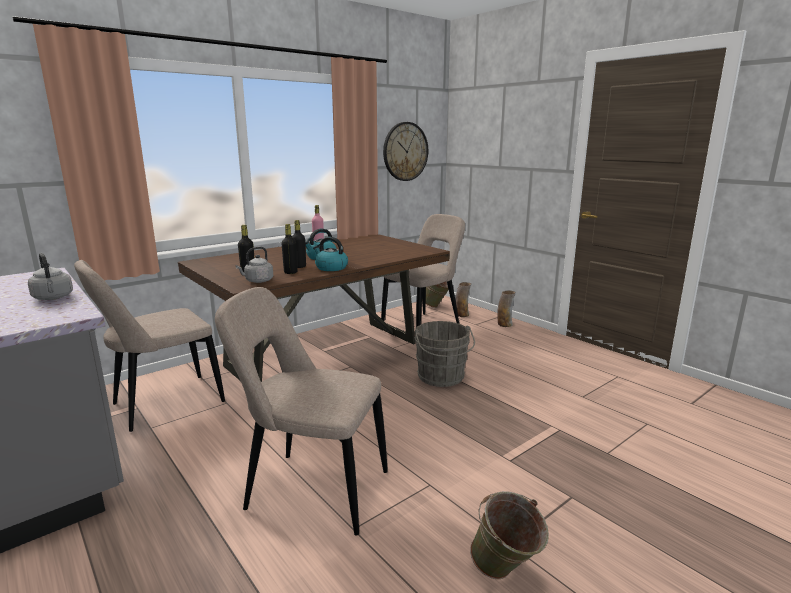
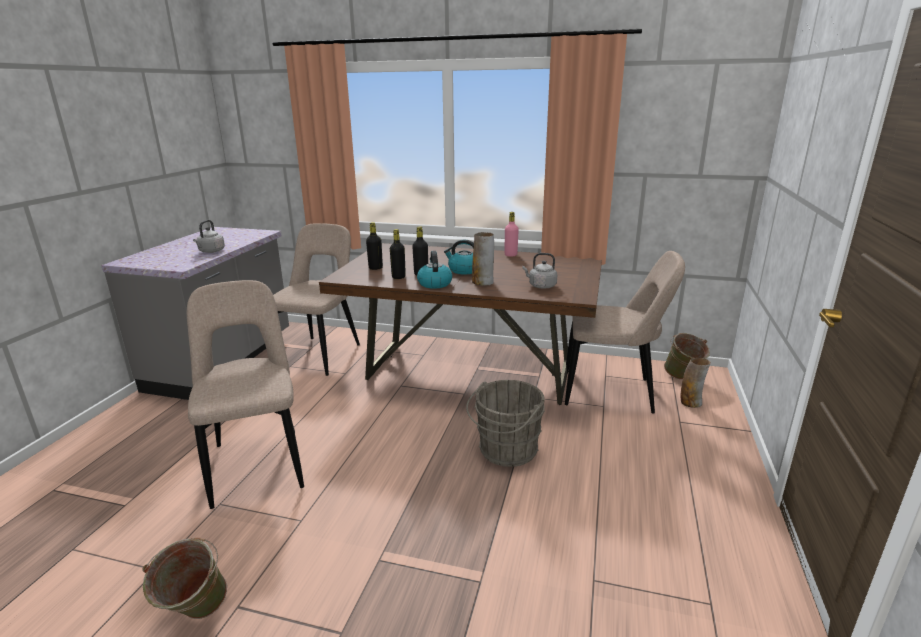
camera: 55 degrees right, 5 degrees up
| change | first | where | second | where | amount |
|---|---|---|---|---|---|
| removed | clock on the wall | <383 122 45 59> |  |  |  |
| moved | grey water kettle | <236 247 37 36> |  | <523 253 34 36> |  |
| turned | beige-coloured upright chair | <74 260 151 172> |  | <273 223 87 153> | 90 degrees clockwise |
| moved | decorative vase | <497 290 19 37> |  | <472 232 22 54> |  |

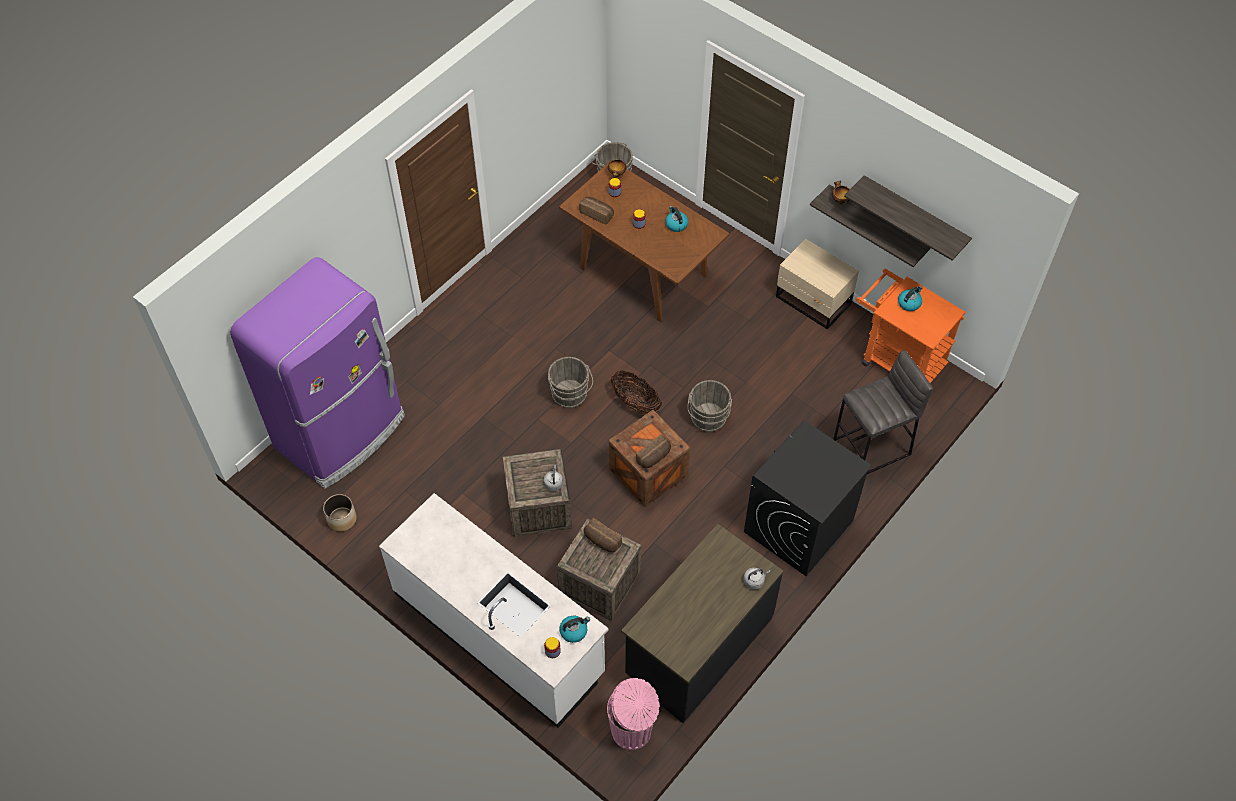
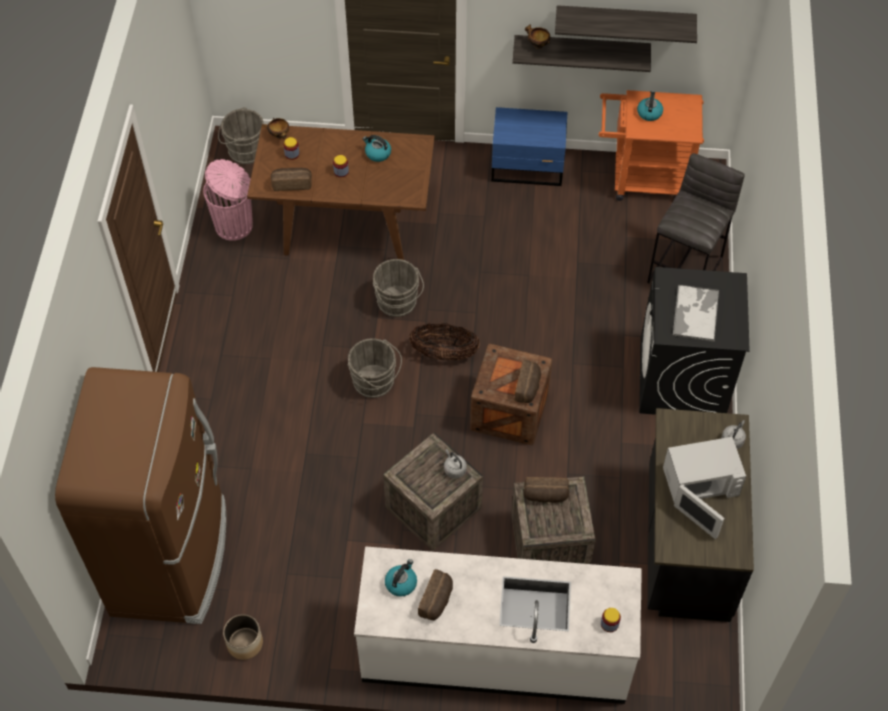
camera: 35 degrees left, 0 degrees up
| change | first | where | second | where | amount |
|---|---|---|---|---|---|
| recoloured | beige-coloured nightstand | <776 239 83 91> | blue nightstand | <491 107 77 79> |  |
| recoloured | purplish refrigerator | <230 257 175 232> | brownish refrigerator | <55 367 171 257> |  |
| moved | grey pail | <687 380 45 52> |  | <372 259 52 58> |  |
| moved | water kettle | <559 616 31 27> |  | <385 559 32 38> |  |
| moved | pink rubbish bin | <607 678 53 72> |  | <203 159 50 82> |  |
| added |  |  | carrying tray | <673 285 46 57> |  |
| added |  |  | whitish microwave | <663 437 83 103> |  |
| added |  |  | baked bread | <418 569 35 52> |  |

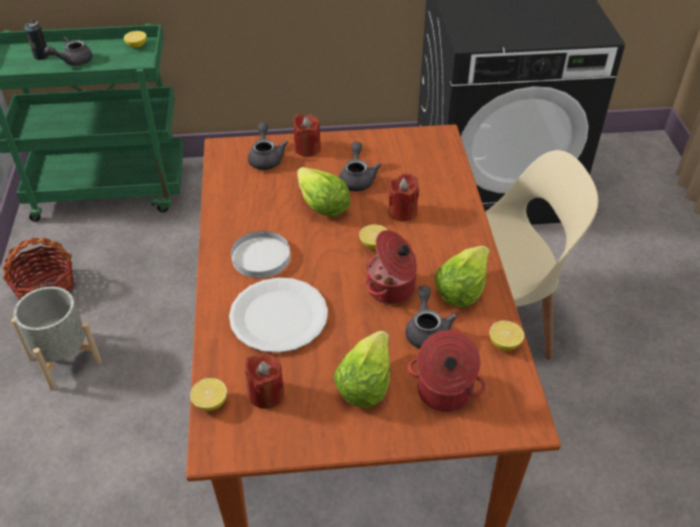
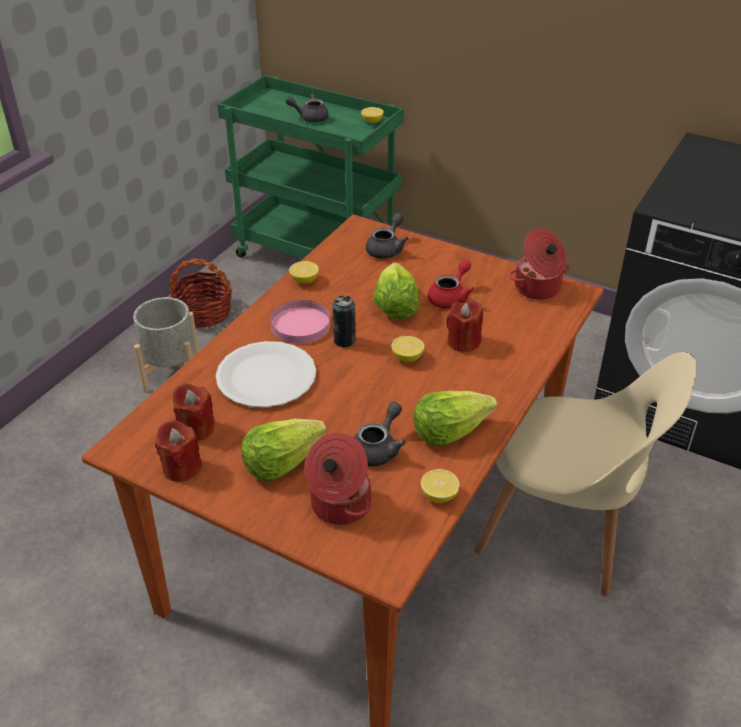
camera: 35 degrees right, 5 degrees down
| change | first | where | second | where | amount |
|---|---|---|---|---|---|
| moved | metal can | <25 20 24 40> |  | <333 296 23 51> |  |
| moved | reddish candle | <292 114 29 43> |  | <155 420 47 62> |  |
| recoloured | grey tea pot | <339 142 42 49> | reddish tea pot | <428 260 46 49> |  |
| moved | stockpot | <366 230 51 74> |  | <509 228 62 72> |  |
| recoloured | whitish flat dish | <231 231 59 47> | pink flat dish | <270 300 60 44> |  |
| moved | lemon | <190 378 37 33> |  | <289 261 30 23> |  |

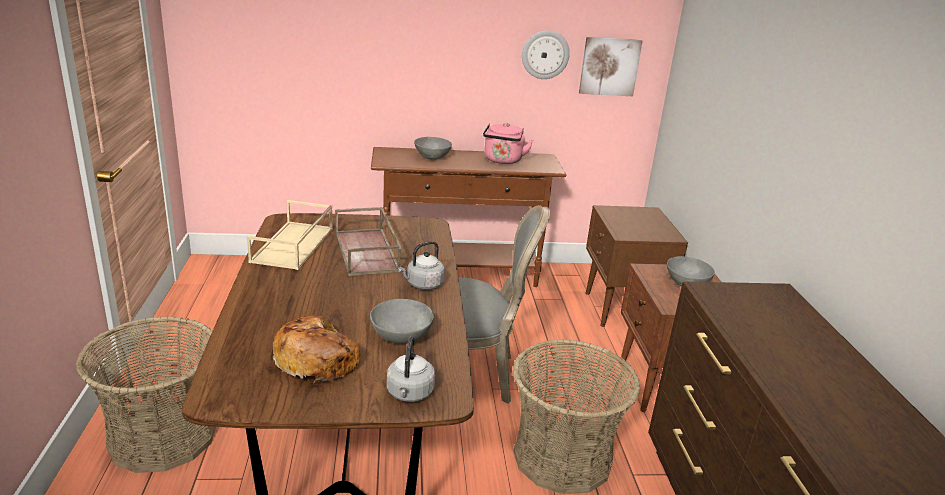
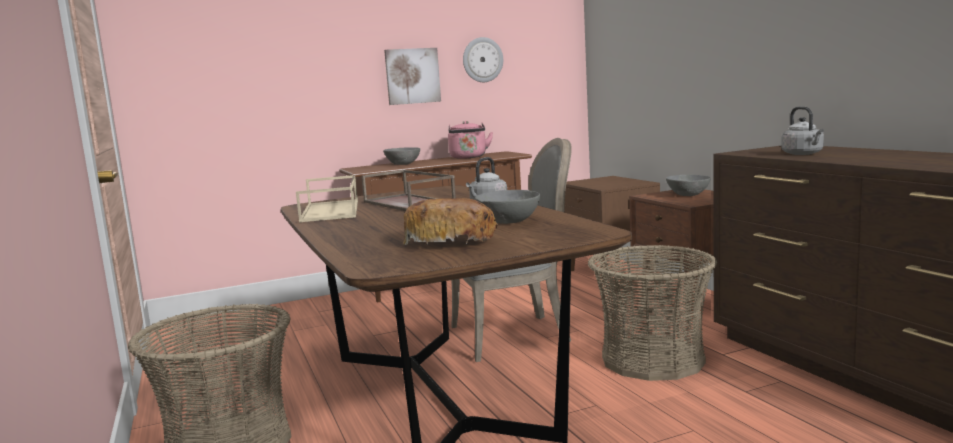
camera: 15 degrees left, 15 degrees down
| change | first | where | second | where | amount |
|---|---|---|---|---|---|
| moved | wall art | <579 36 64 60> |  | <384 48 57 57> |  |
| moved | grey water kettle | <387 337 48 65> |  | <781 106 43 49> |  |

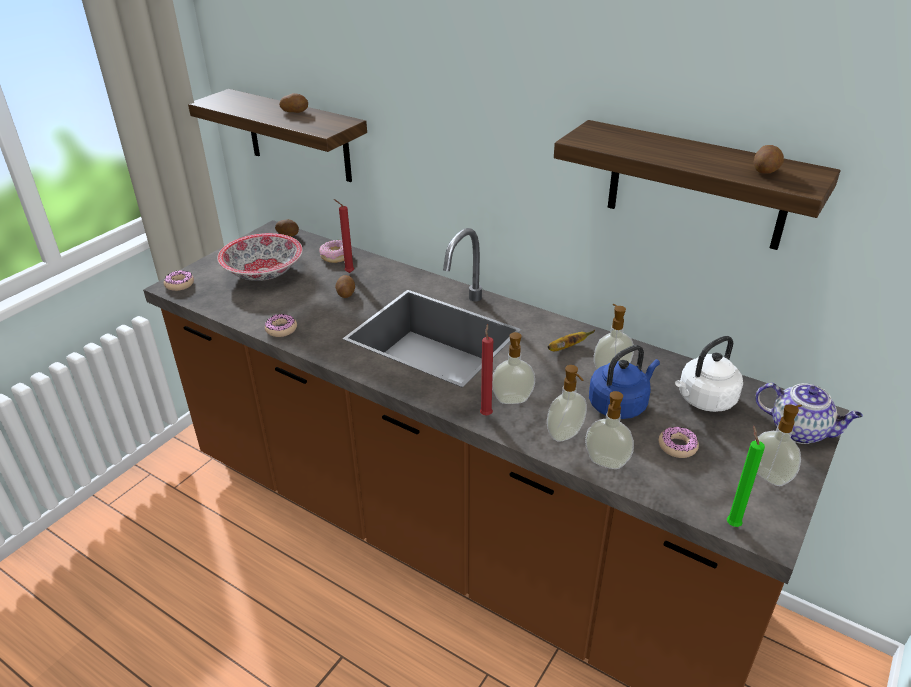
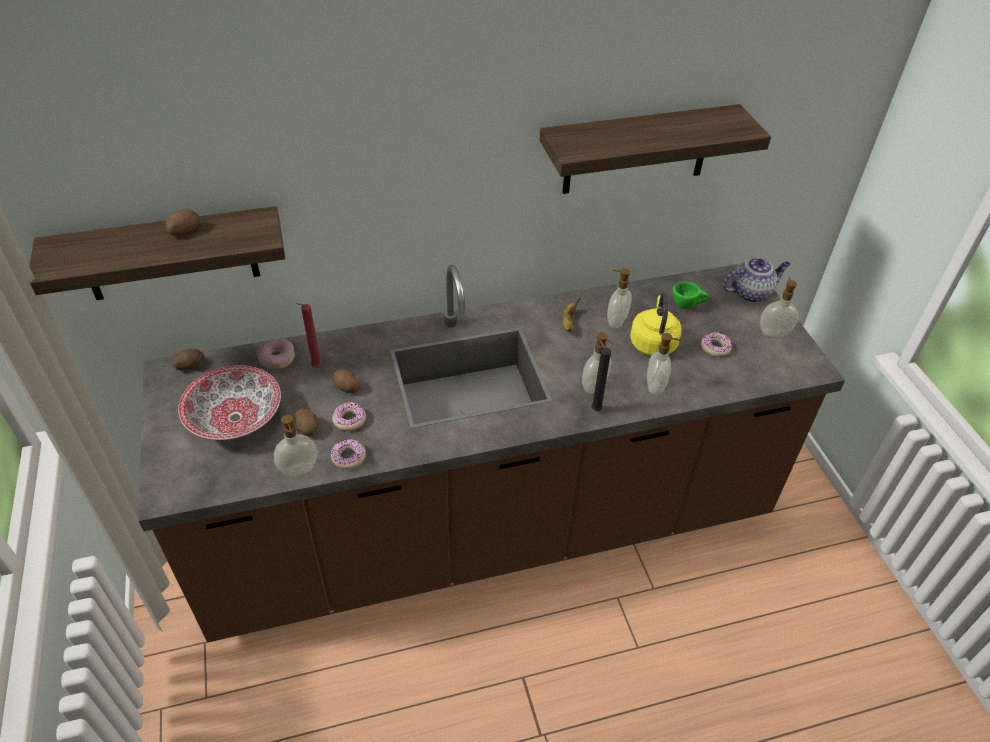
camera: 50 degrees left, 10 degrees up
| change | first | where | second | where | amount |
|---|---|---|---|---|---|
| moved | whole potato | <754 145 30 29> |  | <295 408 23 28> |  |
| moved | ring doughnut | <164 270 30 21> |  | <332 402 34 29> |  |
| recoloured | reddish candle | <480 324 13 91> | black-coloured candle | <591 339 20 72> |  |
| replaced | whitish water kettle | <675 336 68 76> | greenish drinking cup | <673 282 36 27> |  |
| recoloured | blue water kettle | <589 345 71 74> | yellowish water kettle | <630 292 52 64> |  |
| moved | liquid soap bottle | <585 391 49 78> |  | <274 415 43 62> |  |
| removed | greenish candle | <727 426 38 101> |  |  |  |

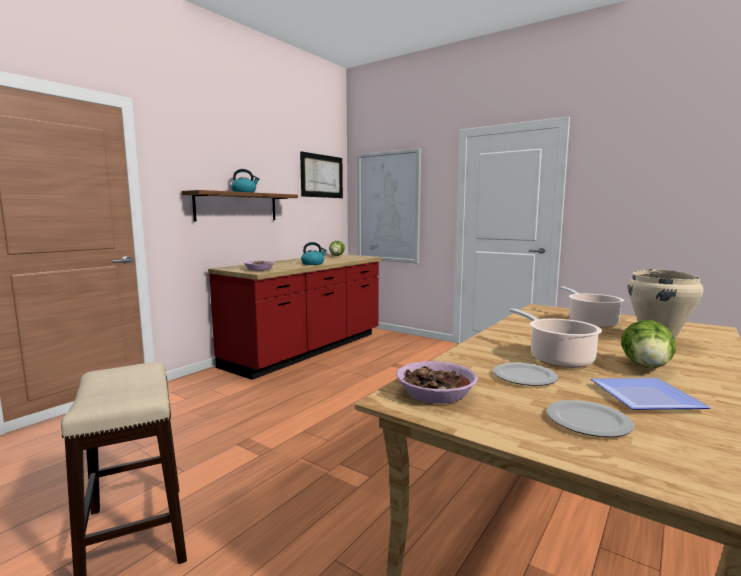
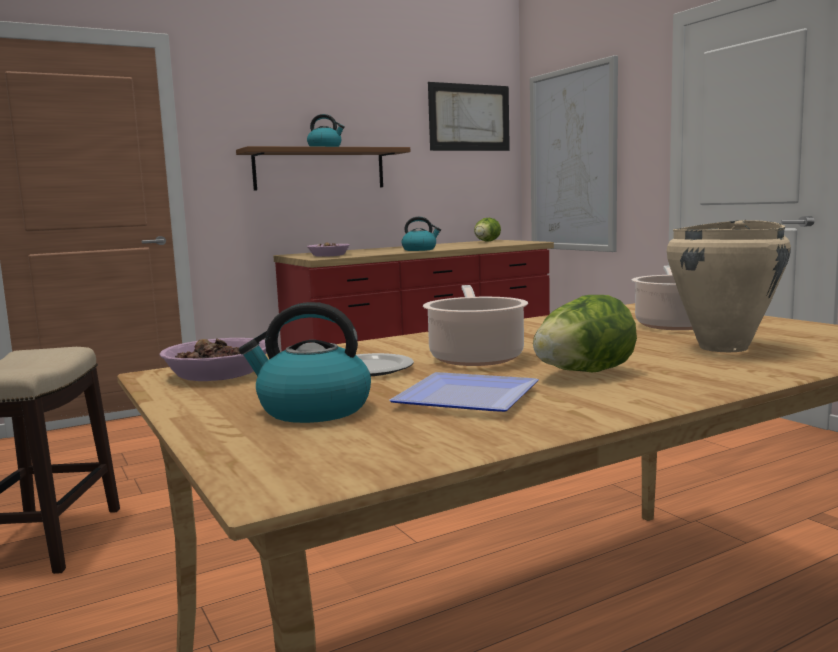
camera: 25 degrees right, 0 degrees up
| change | first | where | second | where | amount |
|---|---|---|---|---|---|
| replaced | flat dish | <547 400 87 37> | water kettle | <239 302 132 121> |  |

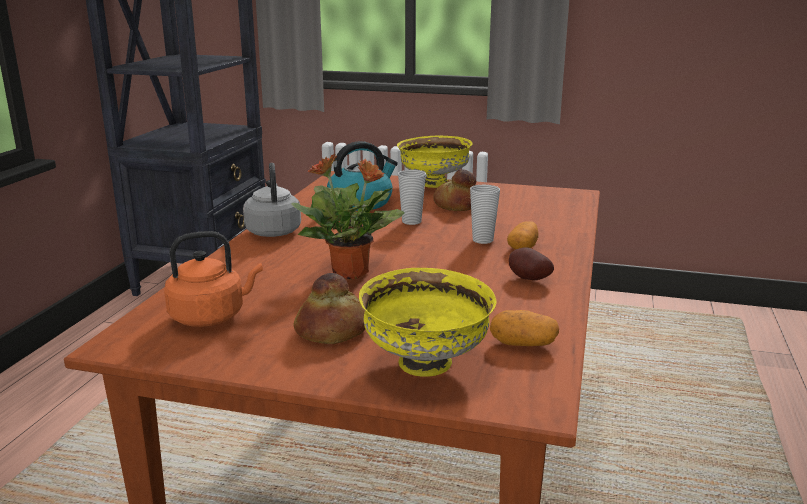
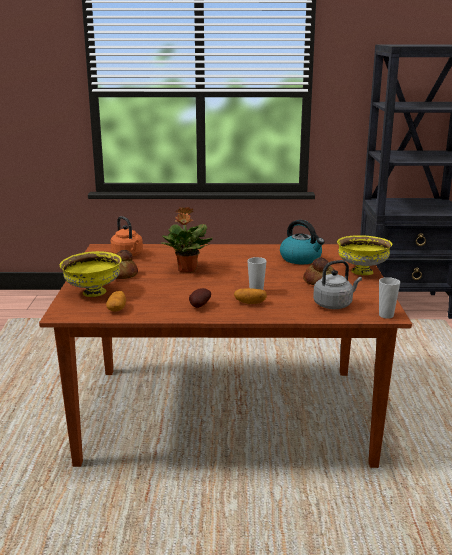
camera: 75 degrees right, 0 degrees up
| change | first | where | second | where | amount |
|---|---|---|---|---|---|
| moved | grey water kettle | <243 163 58 74> |  | <313 260 49 49> |  |
| moved | drinking cup | <398 170 28 55> |  | <379 277 21 42> |  |

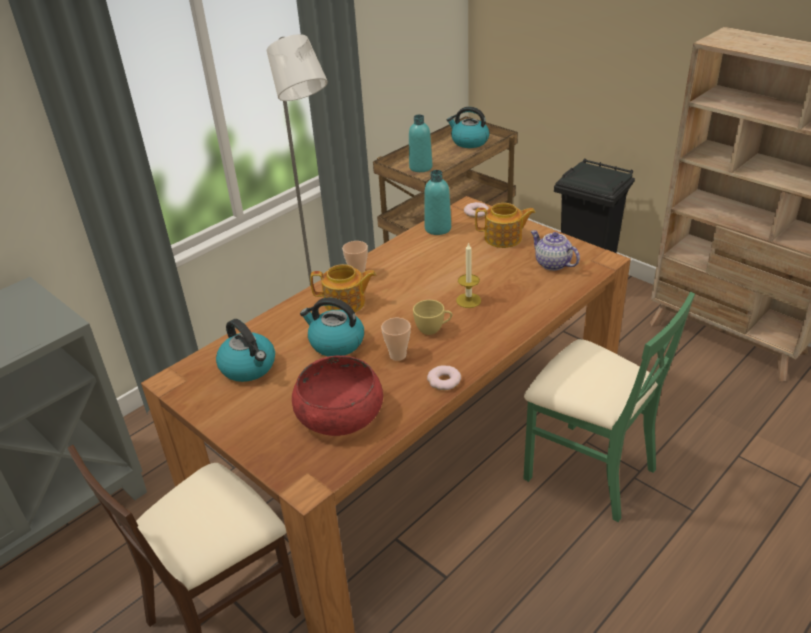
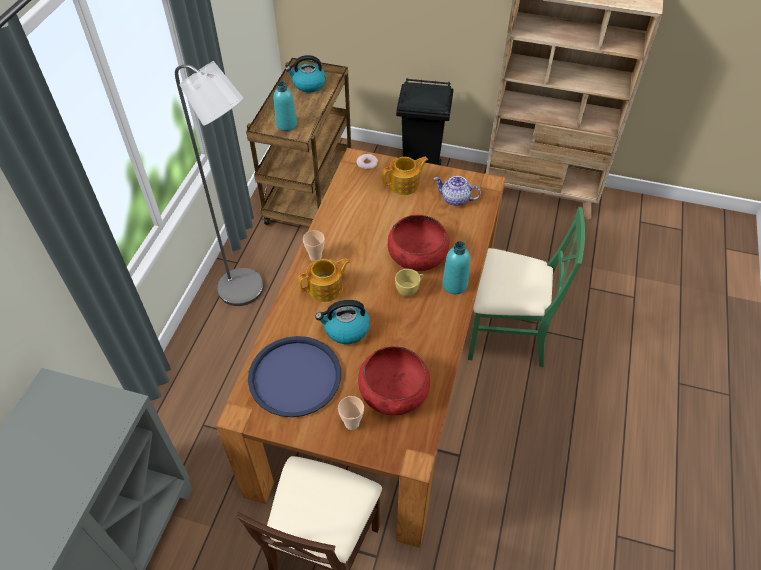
camera: 30 degrees left, 15 degrees up
| change | first | where | second | where | amount |
|---|---|---|---|---|---|
| moved | turquoise-coloured bottle | <424 170 27 65> |  | <442 241 28 53> |  |
| replaced | candle | <456 242 25 66> | reddish deep dish | <388 215 61 56> |  |
| moved | drinking cup | <381 318 30 43> |  | <338 396 26 34> |  |
| replaced | water kettle | <216 319 59 63> | blue carrying tray | <248 336 93 81> |  |
| removed | ring doughnut | <427 365 34 25> |  |  |  |

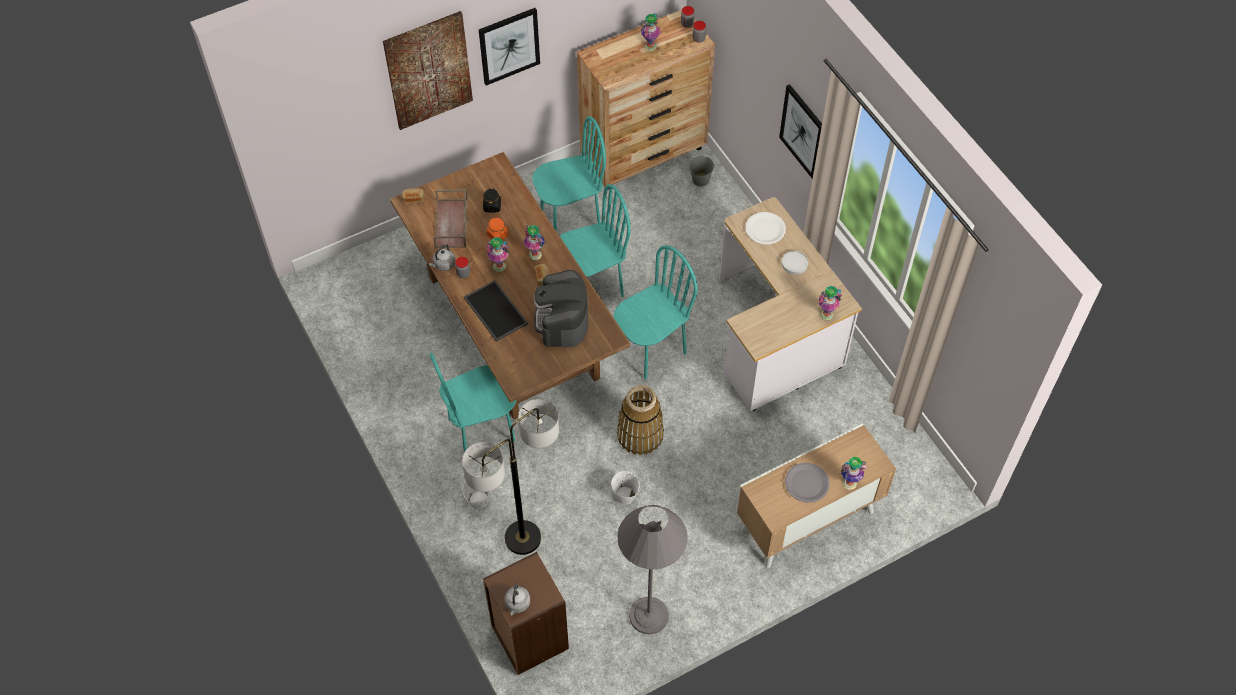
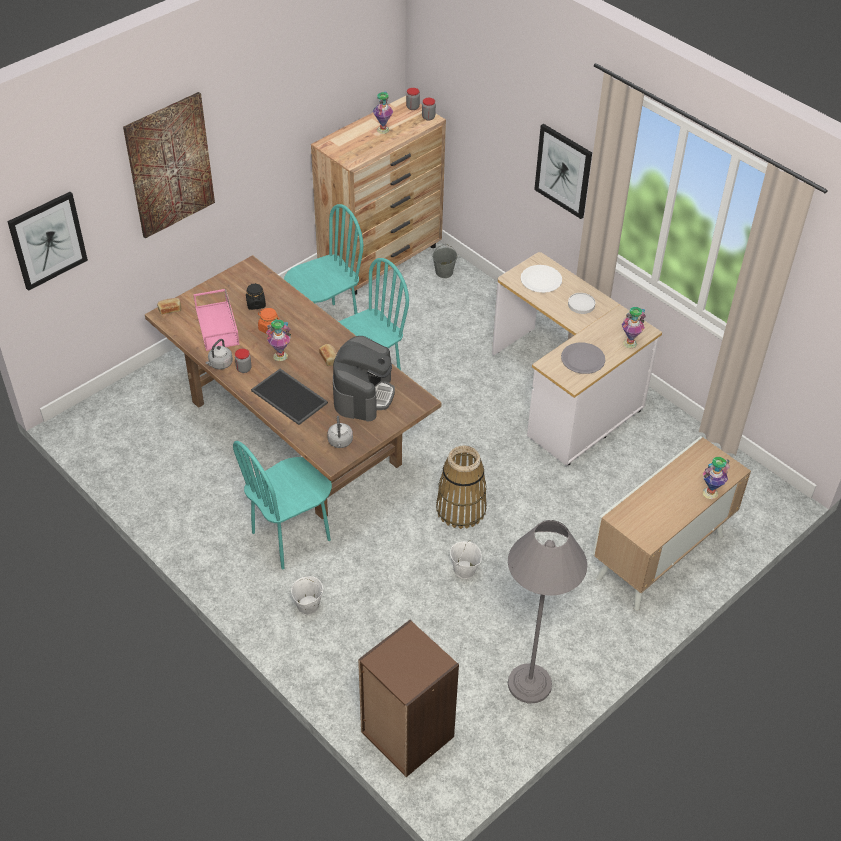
camera: 15 degrees left, 10 degrees down
| change | first | where | second | where | amount |
|---|---|---|---|---|---|
| moved | wall art | <479 8 61 78> |  | <7 192 81 99> |  |
| recoloured | brownish carrying tray | <433 189 35 59> | pink carrying tray | <193 289 47 62> |  |
| removed | decorative vase | <524 225 21 35> |  |  |  |
| removed | turquoise-coloured upright chair | <613 245 85 134> |  |  |  |
| turned | coffee maker | <534 270 54 77> |  | <333 336 62 85> | 150 degrees counterclockwise |
| removed | standard lamp | <462 399 97 156> |  |  |  |
| moved | grey flat dish | <785 463 45 40> |  | <561 342 44 32> |  |
| moved | grey water kettle | <505 583 25 32> |  | <327 416 26 32> |  |

